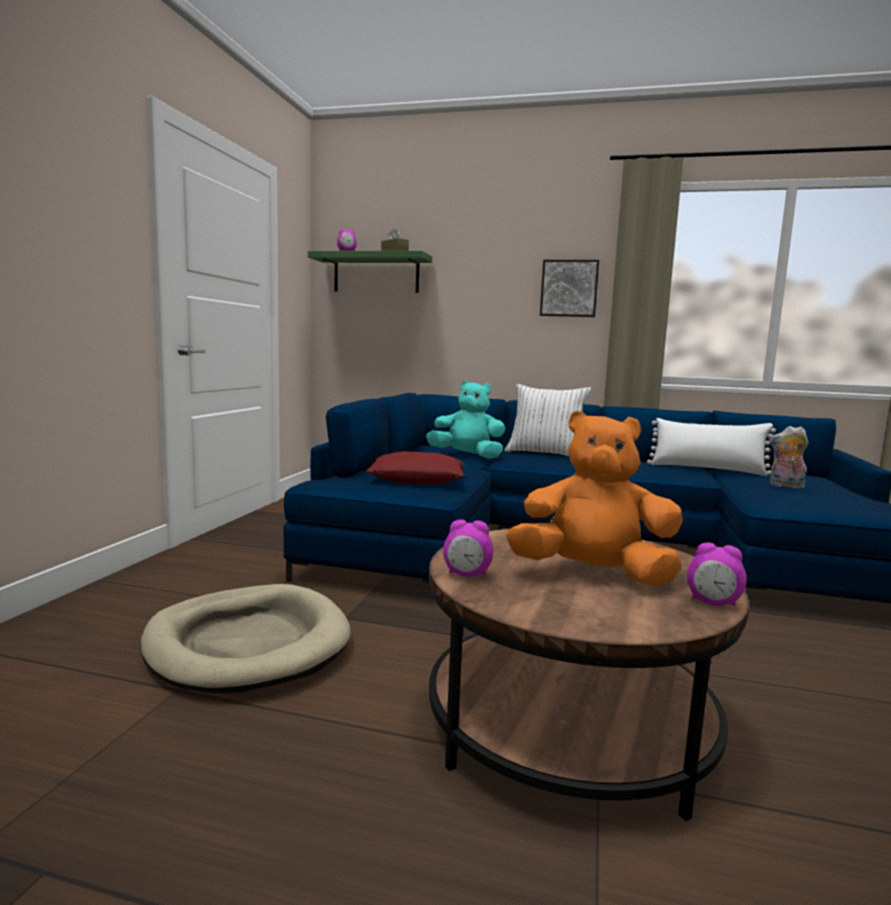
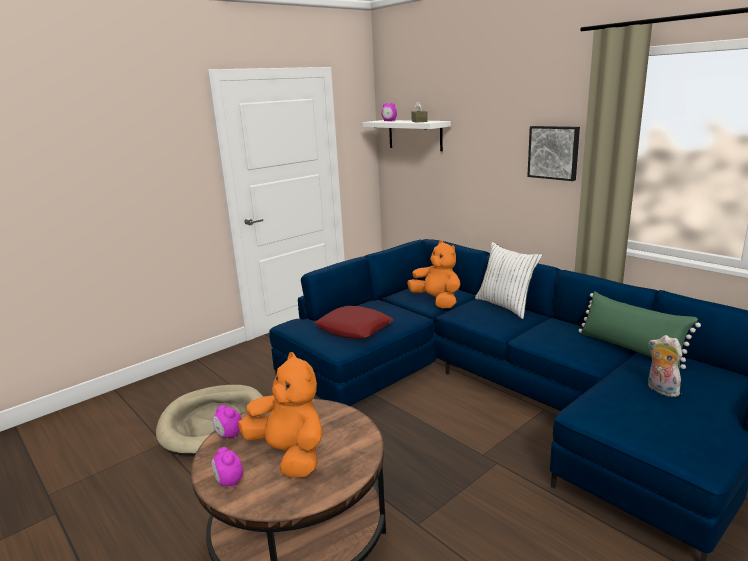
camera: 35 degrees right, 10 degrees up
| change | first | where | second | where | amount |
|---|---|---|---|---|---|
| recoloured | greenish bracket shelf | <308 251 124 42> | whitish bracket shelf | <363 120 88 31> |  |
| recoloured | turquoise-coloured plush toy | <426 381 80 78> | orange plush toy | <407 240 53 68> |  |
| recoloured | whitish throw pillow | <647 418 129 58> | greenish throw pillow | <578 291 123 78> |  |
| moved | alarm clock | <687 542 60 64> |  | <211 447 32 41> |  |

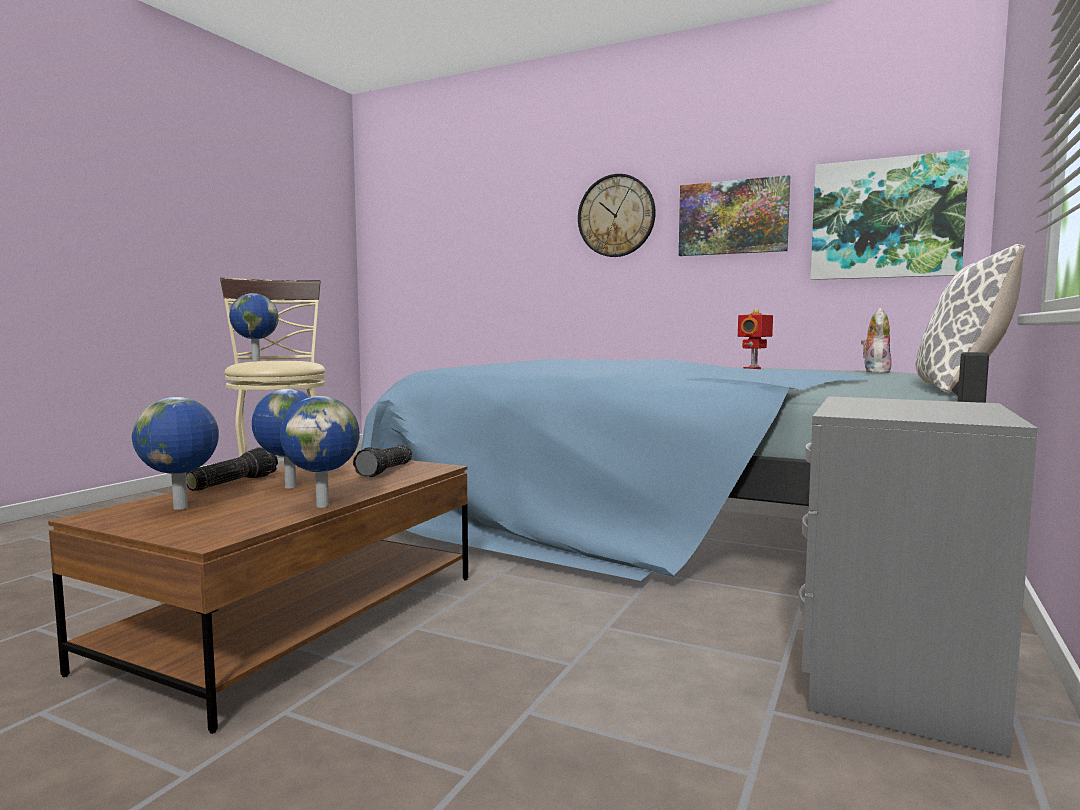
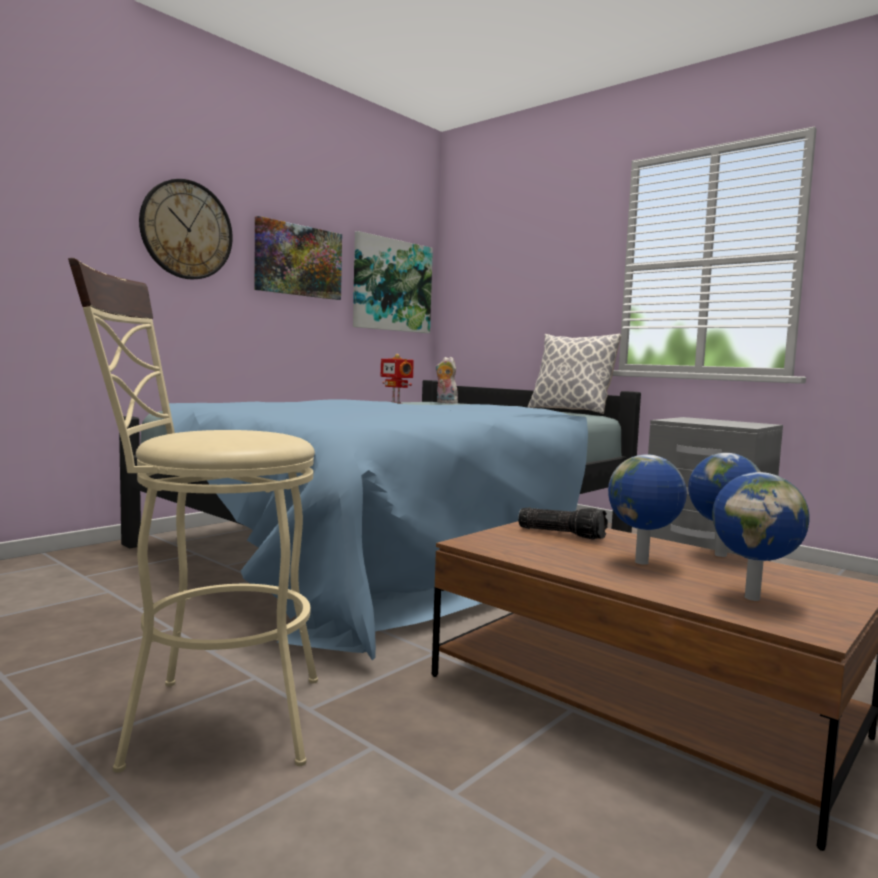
camera: 75 degrees left, 0 degrees up
| change | first | where | second | where | amount |
|---|---|---|---|---|---|
| removed | globe | <229 293 50 68> |  |  |  |
| removed | flashlight | <186 447 92 44> |  |  |  |

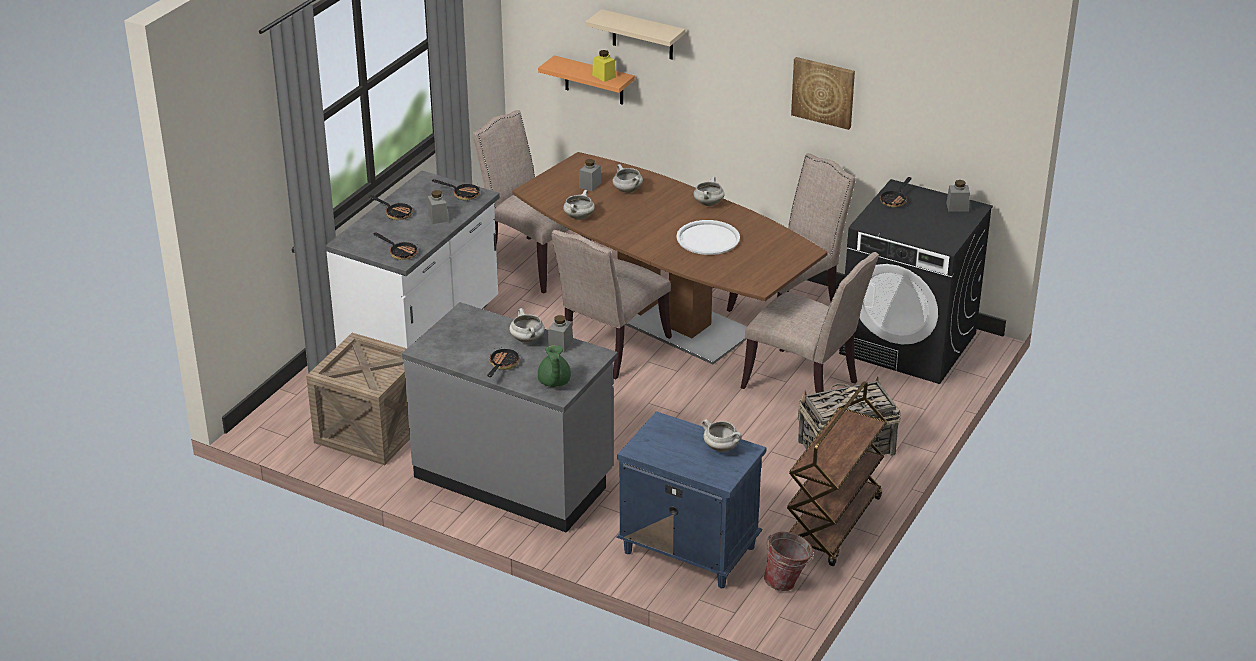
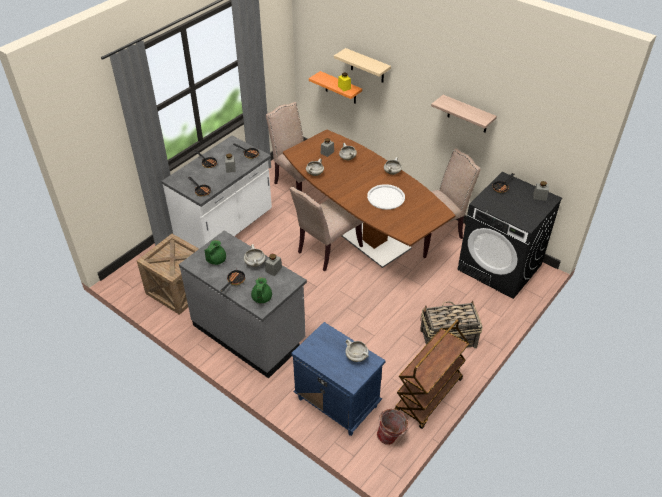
camera: 10 degrees right, 10 degrees up
| change | first | where | second | where | amount |
|---|---|---|---|---|---|
| replaced | wall art | <791 57 64 73> | bracket shelf | <431 95 66 38> |  |
| removed | beige-coloured upright chair | <741 252 138 141> |  |  |  |
| added |  |  | greenish tea pot | <204 240 22 25> |  |

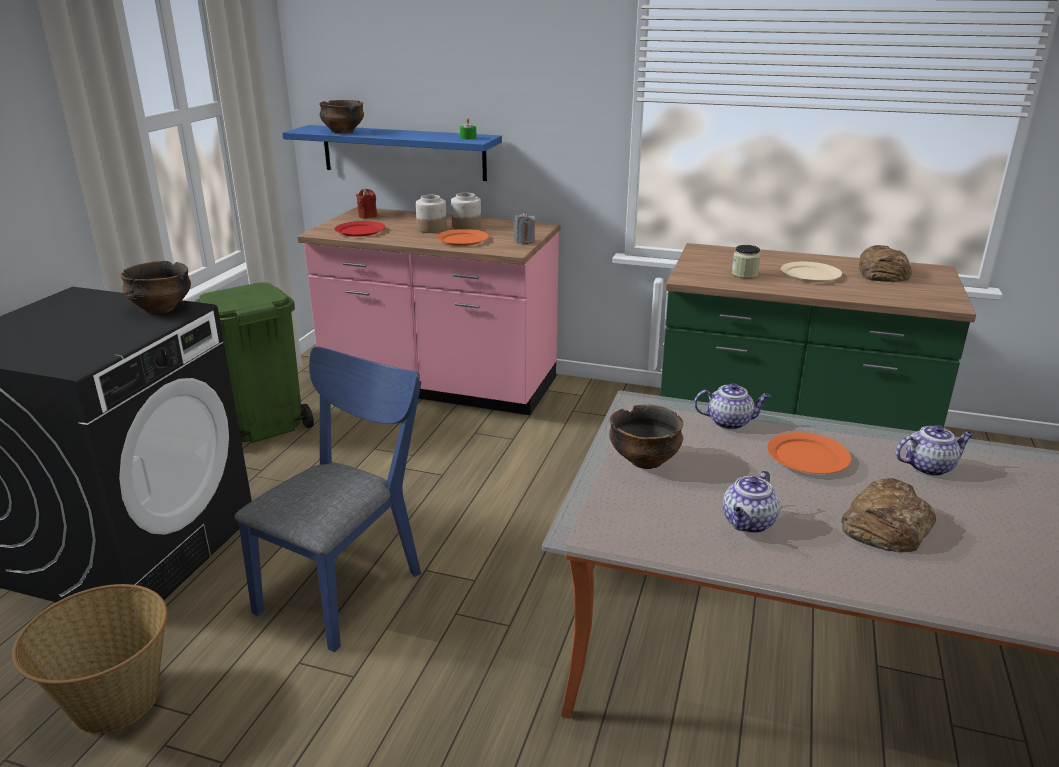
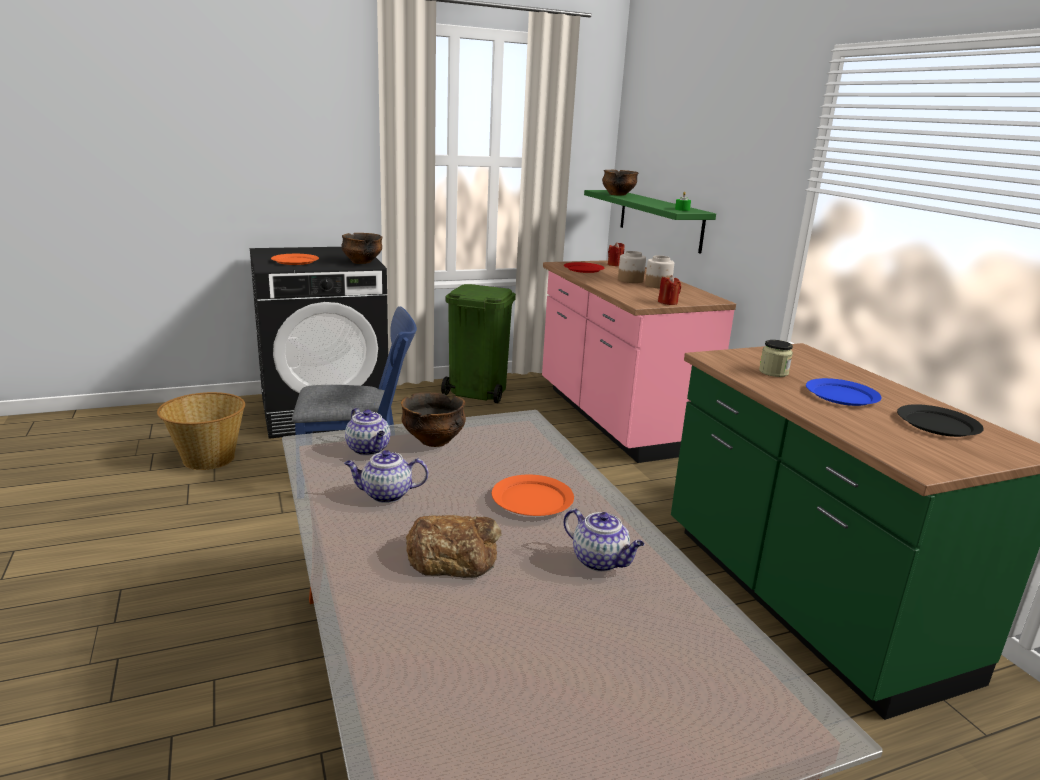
camera: 50 degrees right, 5 degrees down
| change | first | where | second | where | amount |
|---|---|---|---|---|---|
| recoloured | blue bracket shelf | <282 125 220 56> | greenish bracket shelf | <584 190 132 63> |  |
| recoloured | grey candle | <514 212 21 32> | reddish candle | <658 275 23 30> |  |
| moved | orange flat dish | <437 229 52 17> |  | <271 254 48 11> |  |
| replaced | baked bread | <859 245 53 37> | black-coloured flat dish | <897 404 87 33> |  |
| recoloured | beige-coloured flat dish | <781 262 61 20> | blue flat dish | <806 378 75 28> |  |
| moved | tea pot | <694 383 76 47> |  | <345 408 45 48> |  |

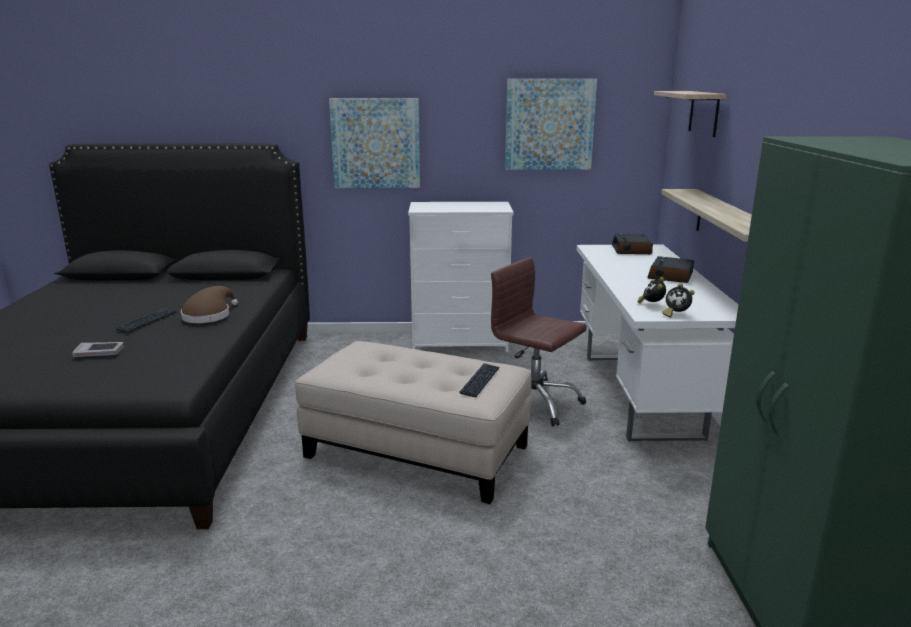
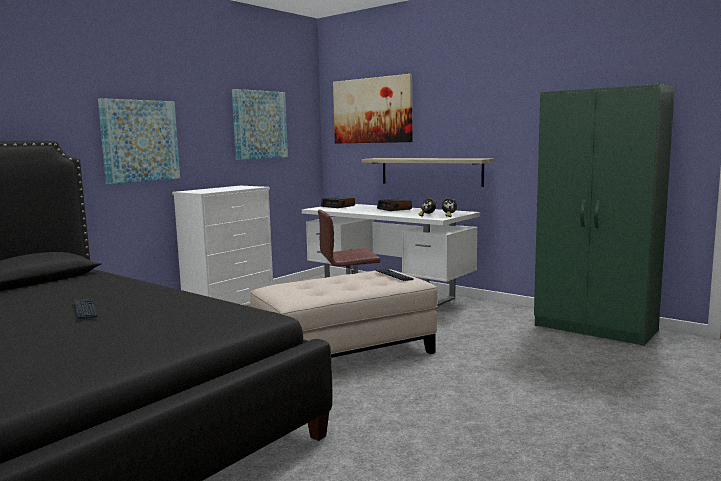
camera: 50 degrees left, 10 degrees down
| change | first | where | second | where | amount |
|---|---|---|---|---|---|
| replaced | bracket shelf | <654 91 73 46> | wall art | <333 74 80 70> |  |
| removed | brownish wearable hat | <181 286 57 37> |  |  |  |
| removed | volume | <72 342 52 15> |  |  |  |

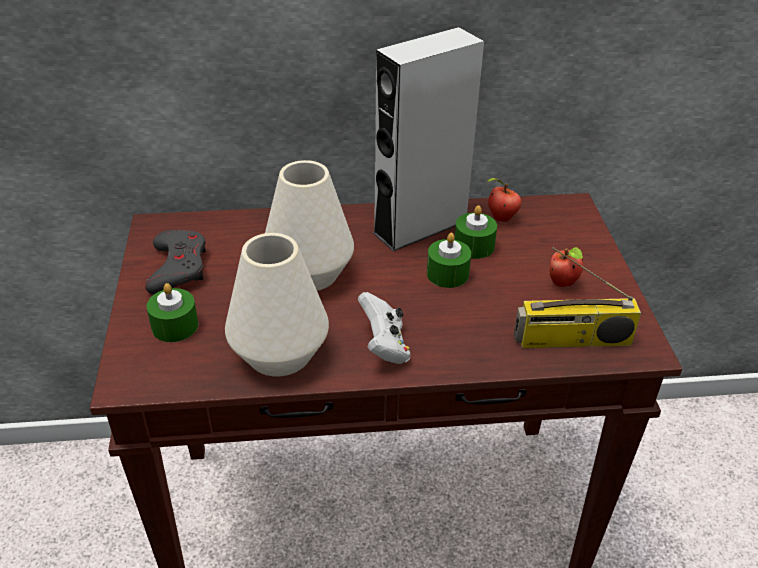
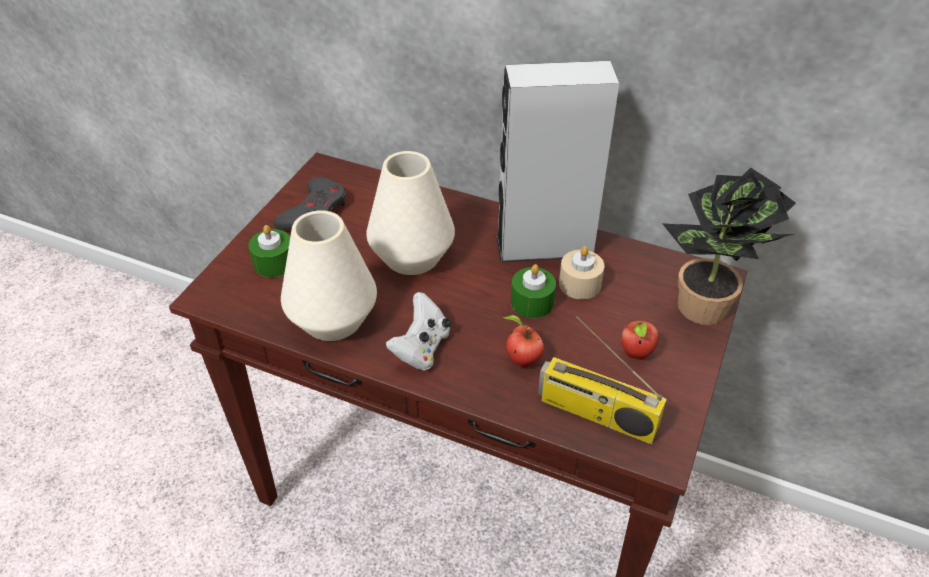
camera: 30 degrees right, 5 degrees up
| change | first | where | second | where | amount |
|---|---|---|---|---|---|
| moved | apple fruit | <486 178 35 44> |  | <503 315 41 53> |  |
| recoloured | greenish candle | <454 205 43 54> | beige-coloured candle | <559 246 46 53> |  |
| added |  |  | houseplant | <662 168 134 157> |  |

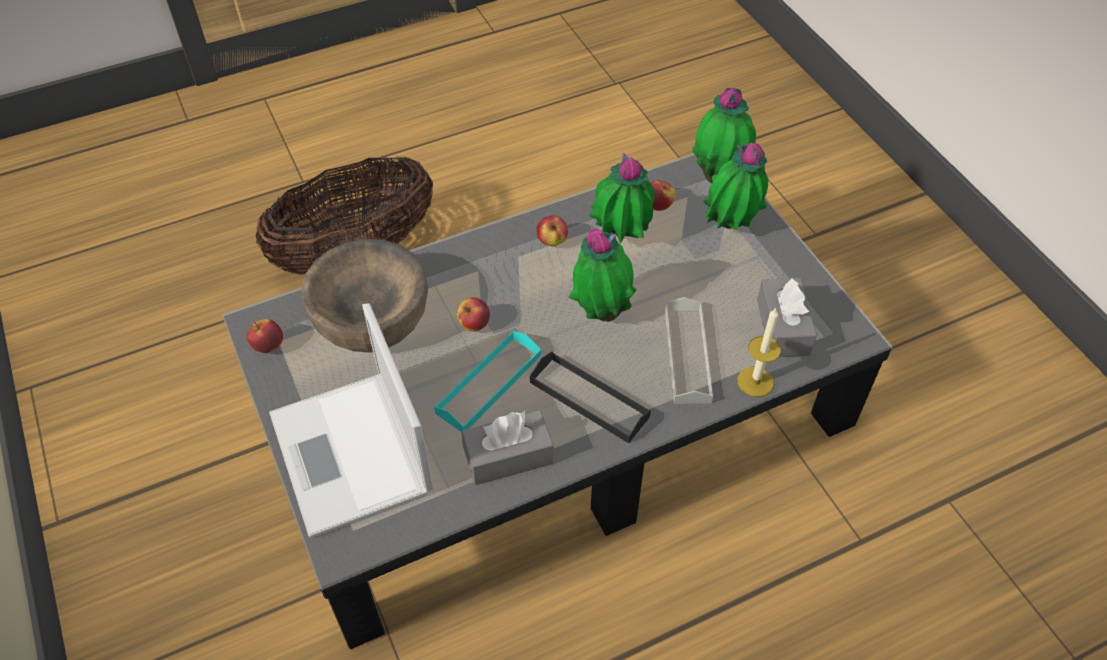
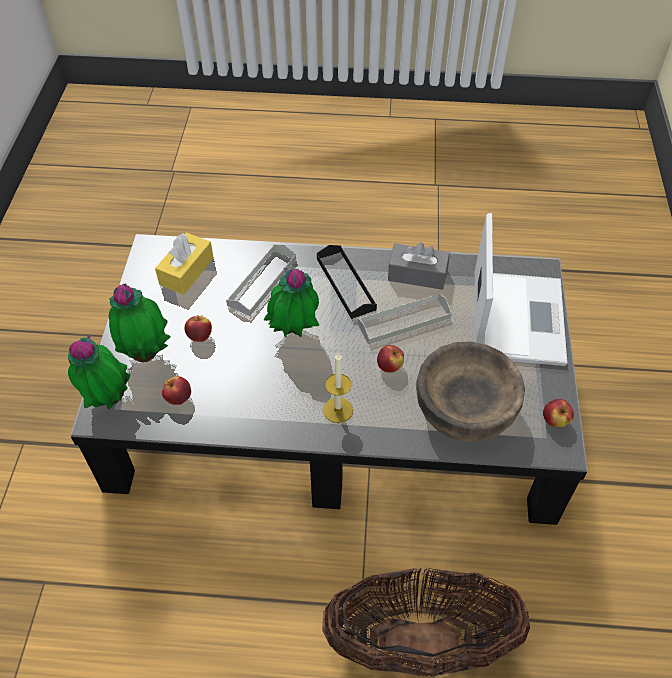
camera: 150 degrees left, 0 degrees up
| change | first | where | second | where | amount |
|---|---|---|---|---|---|
| removed | houseplant | <589 152 66 91> |  |  |  |
| moved | apple fruit | <536 215 32 31> |  | <184 316 28 26> |  |
| recoloured | grey tissue box | <757 278 60 79> | yellowish tissue box | <155 233 59 62> |  |
| moved | candle | <737 308 44 89> |  | <323 352 30 71> |  |
| recoloured | turquoise-coloured carrying tray | <434 331 107 101> | grey carrying tray | <357 293 95 52> |  |

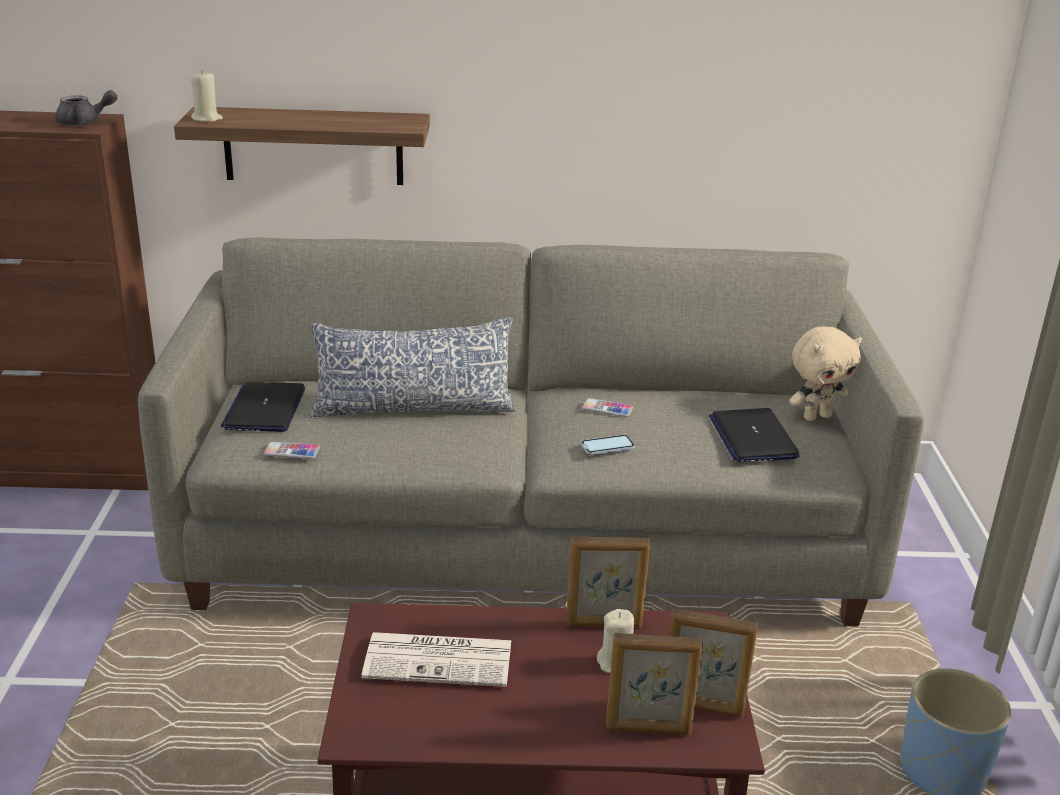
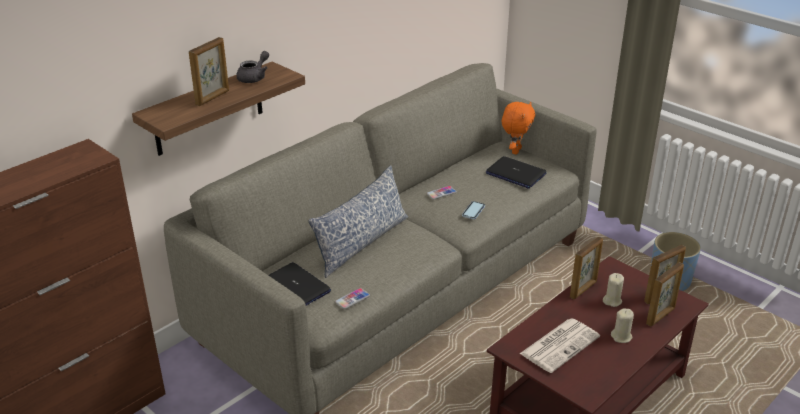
camera: 45 degrees left, 5 degrees up
| change | first | where | second | where | amount |
|---|---|---|---|---|---|
| moved | beige-coloured candle | <190 70 33 52> |  | <611 308 23 35> |  |
| moved | grey tea pot | <56 90 61 36> |  | <236 51 33 32> |  |
| recoloured | beige-coloured plush toy | <789 327 73 94> | orange plush toy | <502 102 33 52> |  |
| added |  |  | standing frame | <189 37 40 69> |  |

